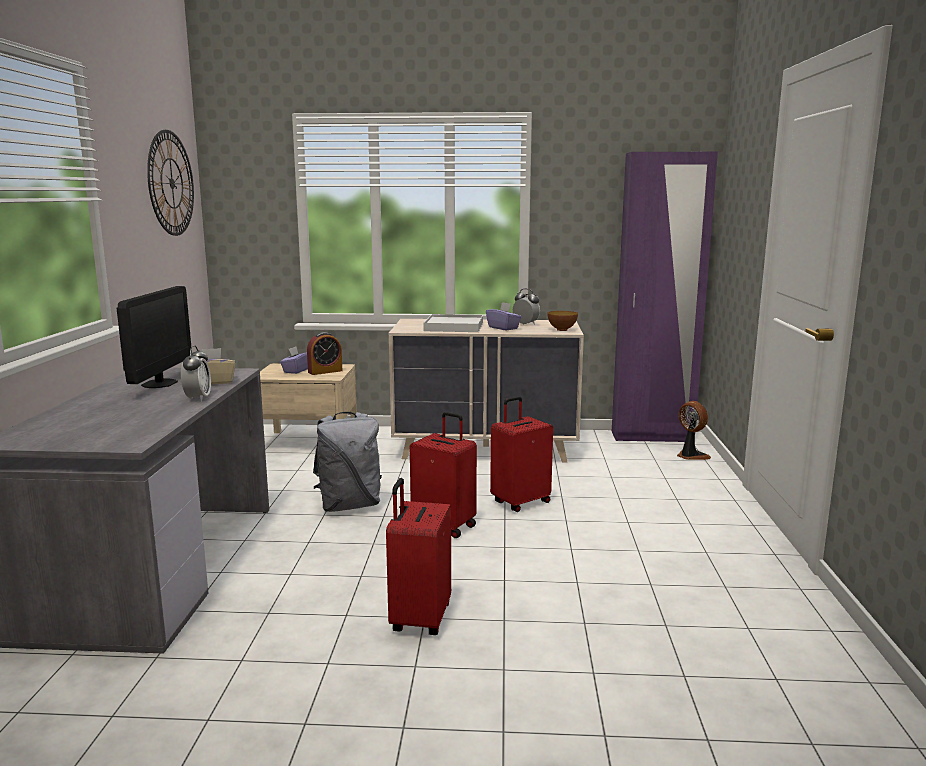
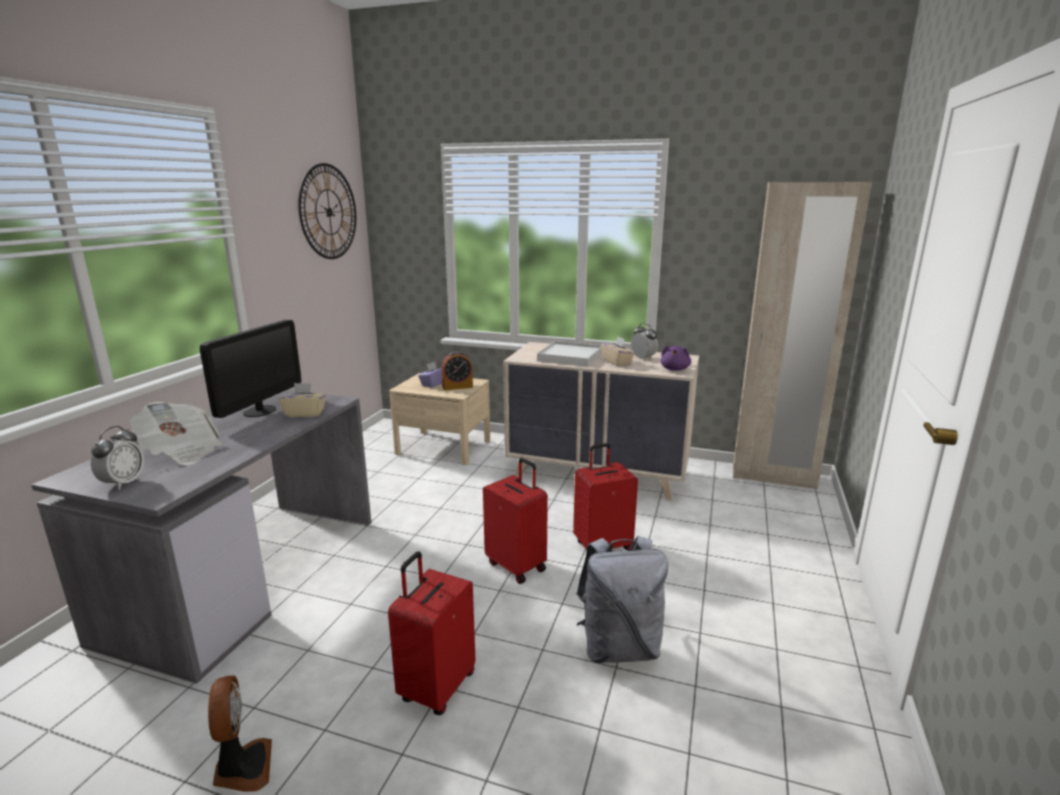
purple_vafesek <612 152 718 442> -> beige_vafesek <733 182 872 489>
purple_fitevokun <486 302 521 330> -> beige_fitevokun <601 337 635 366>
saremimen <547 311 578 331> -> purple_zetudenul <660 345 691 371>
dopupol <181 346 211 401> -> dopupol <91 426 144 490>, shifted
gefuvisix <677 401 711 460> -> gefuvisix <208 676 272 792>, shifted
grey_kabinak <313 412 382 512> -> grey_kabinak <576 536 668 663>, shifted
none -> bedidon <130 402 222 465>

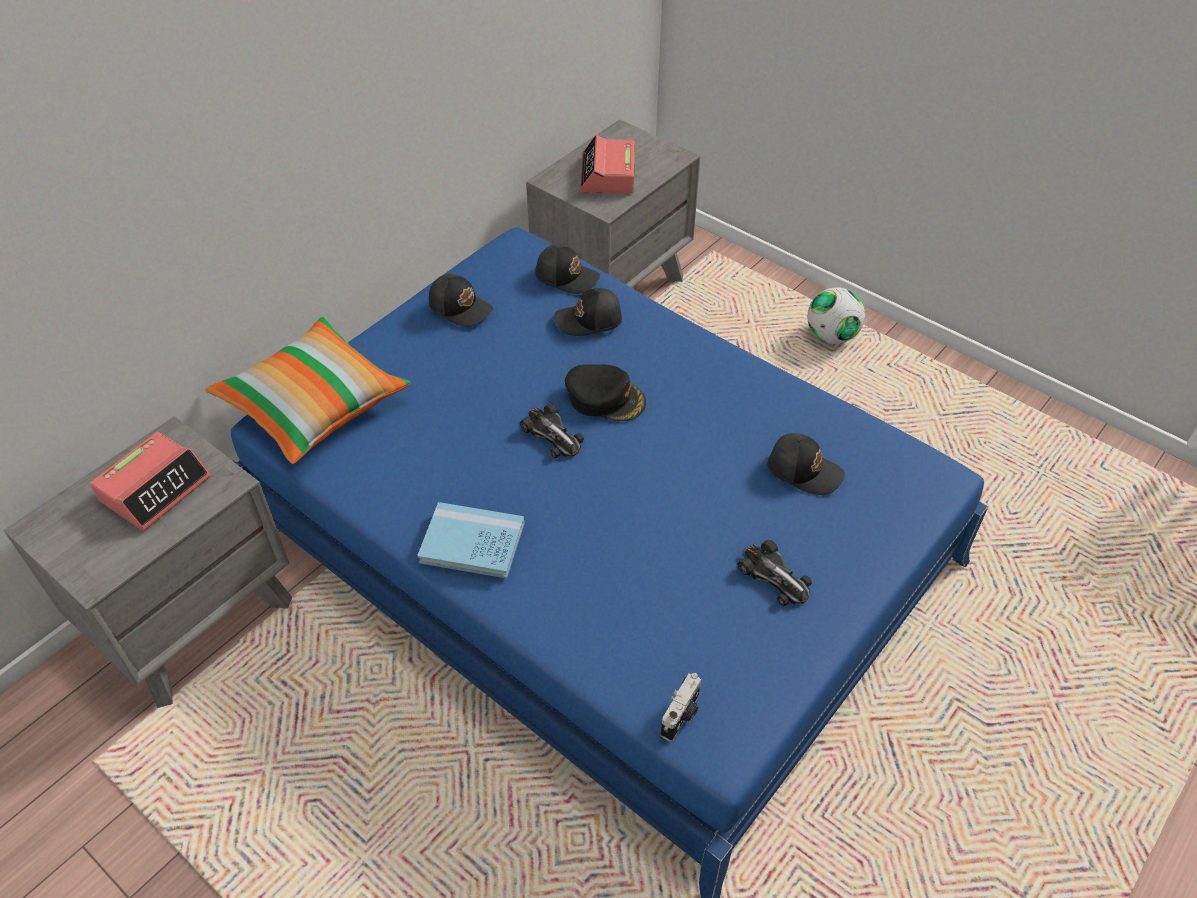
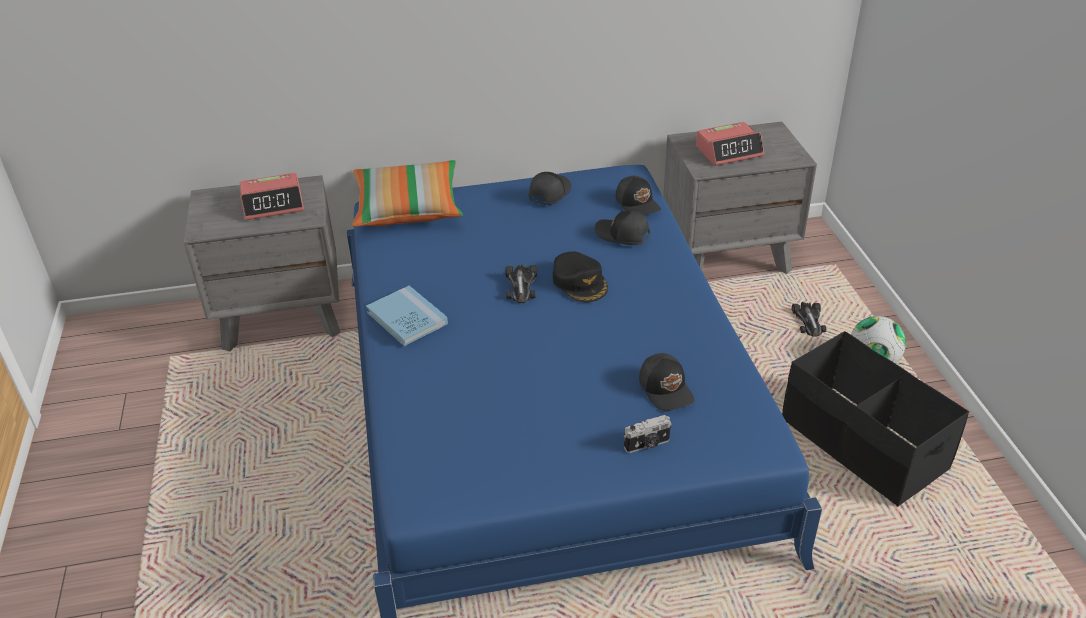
dopupol <580 135 635 193> -> dopupol <696 122 764 166>, 150 degrees counterclockwise
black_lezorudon <429 274 493 327> -> black_lezorudon <529 172 571 205>, 135 degrees counterclockwise
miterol <737 540 812 606> -> miterol <792 302 826 337>, shifted
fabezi <661 673 701 741> -> fabezi <624 415 672 453>, shifted
none -> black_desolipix <782 331 969 507>

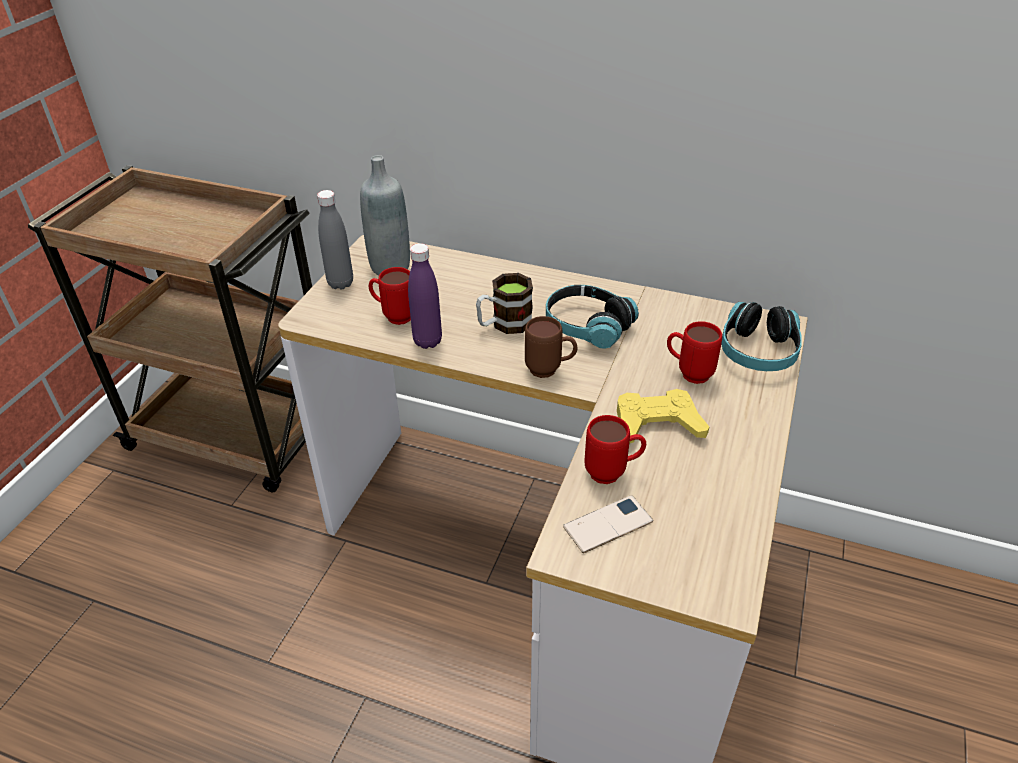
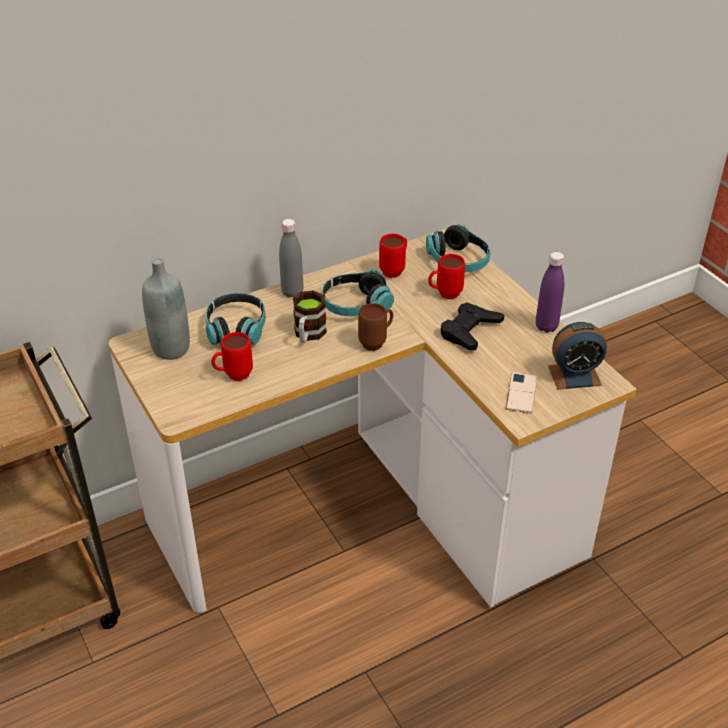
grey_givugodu <317 190 353 290> -> grey_givugodu <279 219 304 298>, shifted
purple_givugodu <408 243 442 349> -> purple_givugodu <536 252 564 333>, shifted
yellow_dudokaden <617 389 709 444> -> black_dudokaden <441 302 504 350>
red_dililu <585 415 646 484> -> red_dililu <379 234 407 278>, shifted
none -> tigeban <206 293 265 345>
none -> dopupol <548 322 607 390>

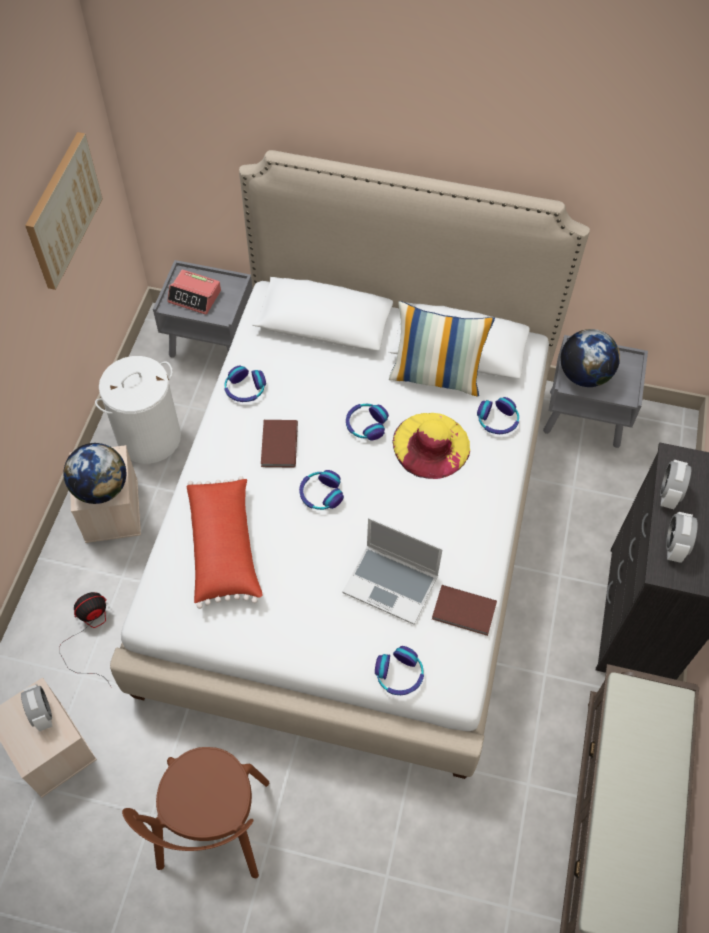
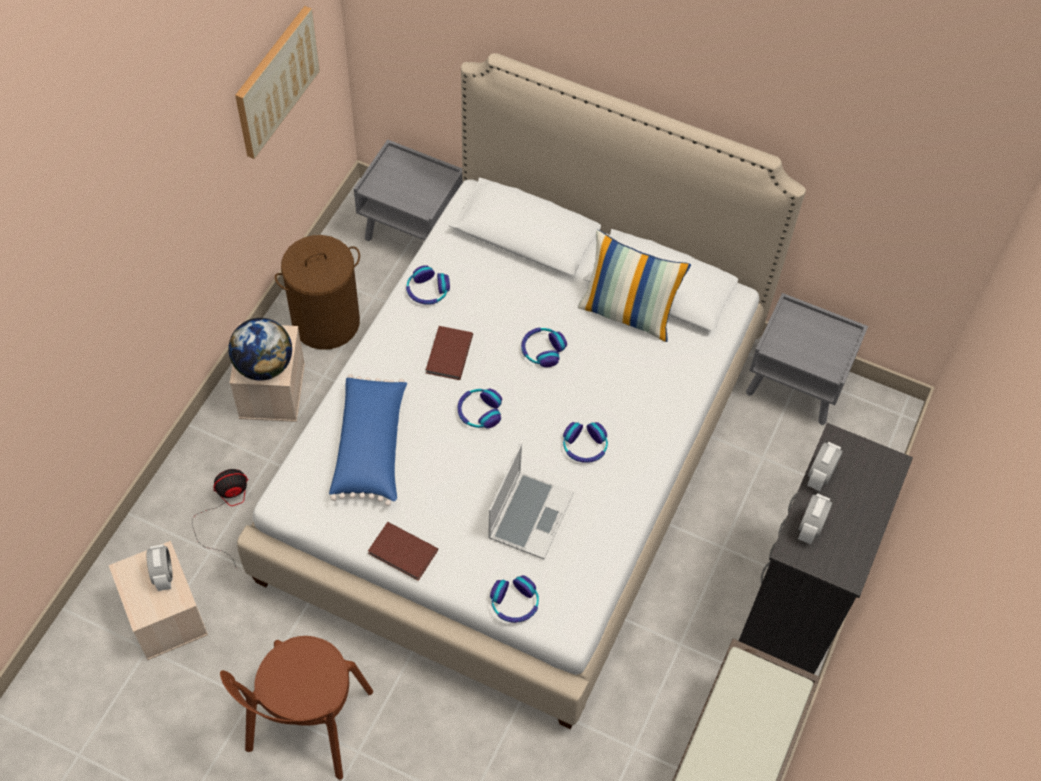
dopupol <167 270 221 315> -> none
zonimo <561 329 620 387> -> none
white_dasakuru <95 356 181 464> -> brown_dasakuru <275 235 360 350>
tigeban <477 397 519 434> -> tigeban <563 422 608 463>, shifted
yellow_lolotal <392 413 470 479> -> none
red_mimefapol <187 476 263 609> -> blue_mimefapol <329 374 407 506>
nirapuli <342 518 443 625> -> nirapuli <488 443 574 559>, 105 degrees counterclockwise
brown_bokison <432 585 497 636> -> brown_bokison <368 522 438 581>, shifted

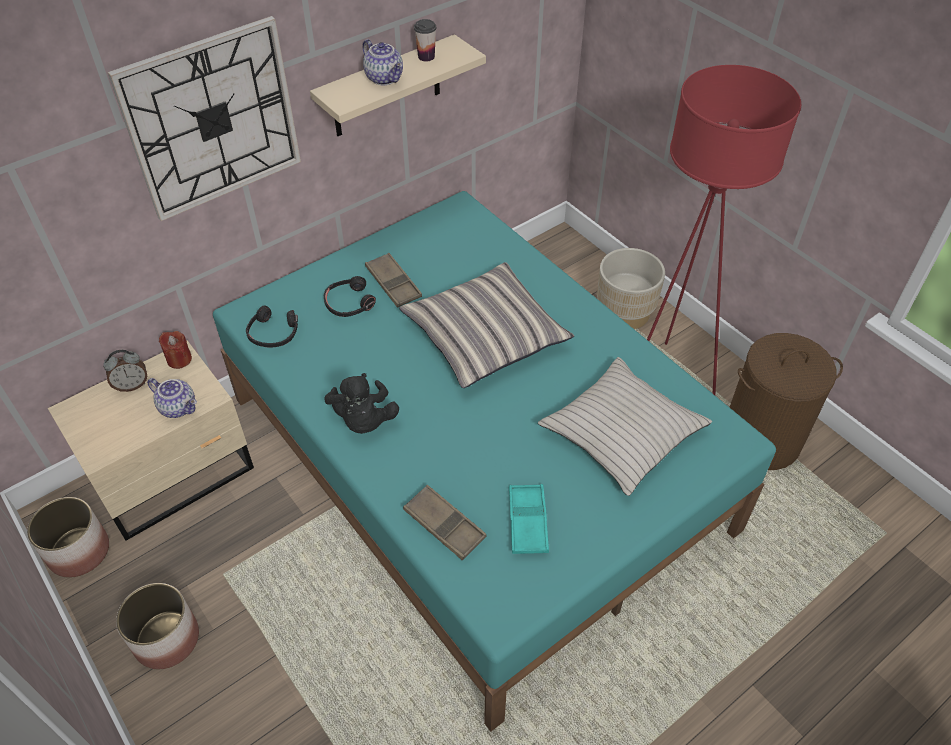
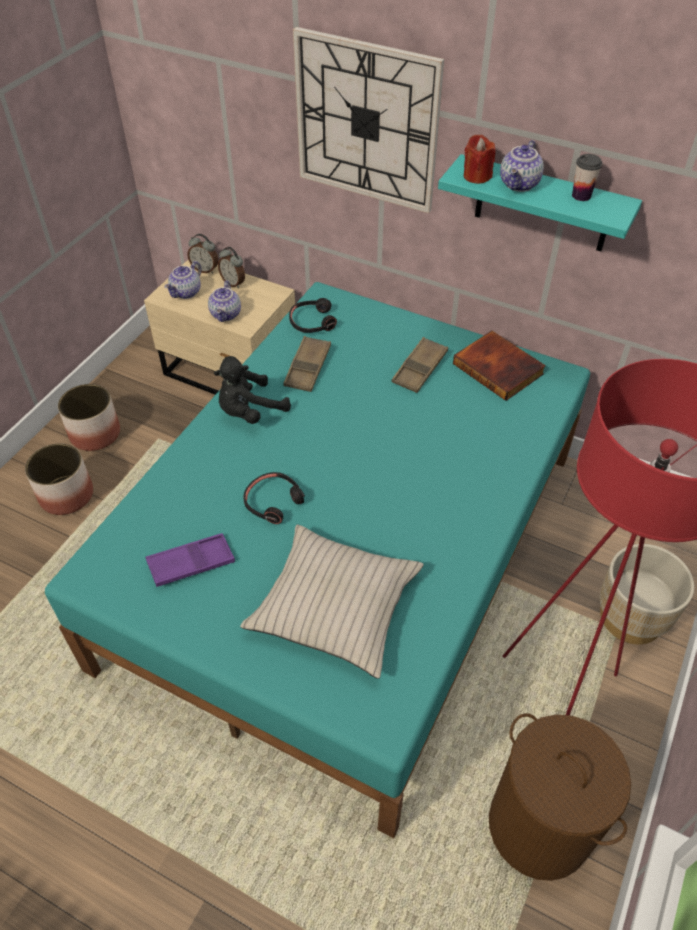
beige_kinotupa <310 34 486 136> -> turquoise_kinotupa <438 154 642 251>
mimefapol <399 262 574 388> -> none
black_tigeban <324 276 376 317> -> black_tigeban <243 472 305 524>, shifted
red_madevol <159 331 192 369> -> red_madevol <464 135 496 184>, shifted
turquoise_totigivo <509 484 549 554> -> purple_totigivo <146 533 235 587>
brown_totigivo <403 485 486 561> -> brown_totigivo <283 336 331 392>, shifted
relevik <27 497 109 578> -> relevik <25 443 93 515>, shifted
none -> dopupol <187 234 218 274>
none -> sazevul <165 261 201 299>
none -> bokison <453 331 546 401>

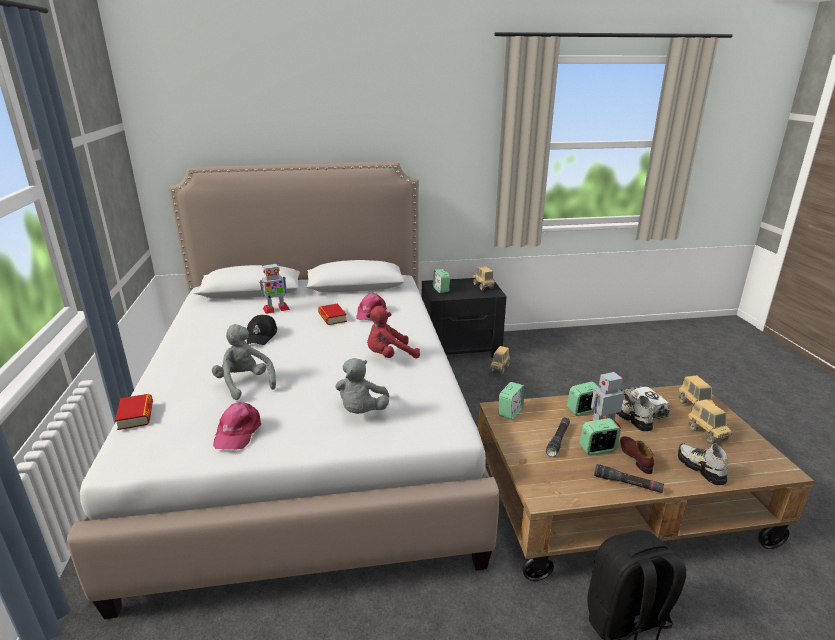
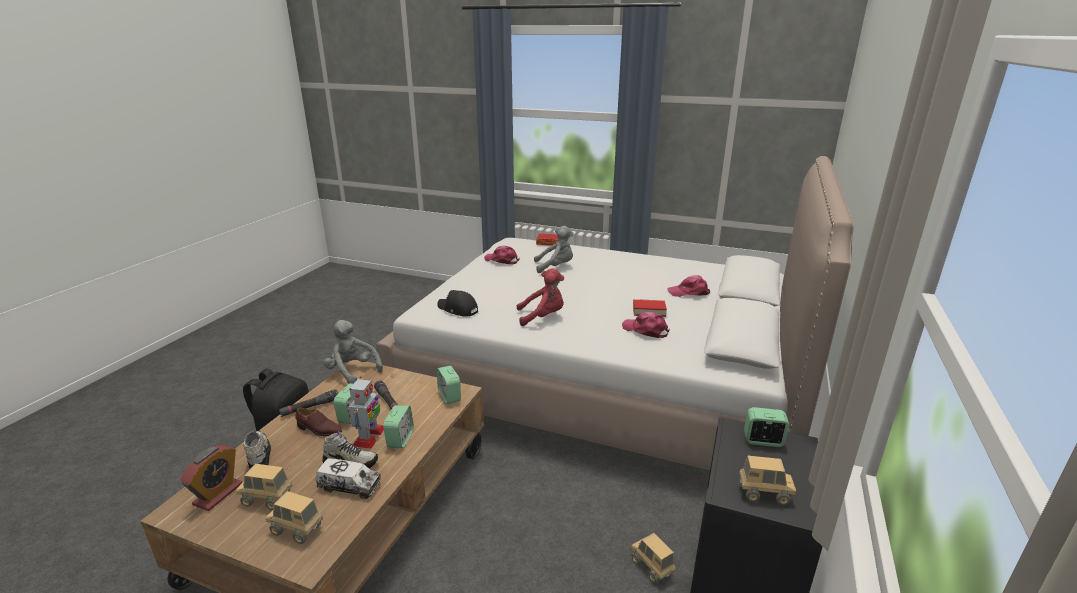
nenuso <259 263 290 314> -> pink_lezorudon <667 275 710 297>
red_zetudenul <366 306 420 359> -> red_zetudenul <517 268 564 326>, 75 degrees clockwise
black_lezorudon <247 315 277 345> -> black_lezorudon <437 290 478 317>, shifted
grey_zetudenul <335 358 389 414> -> grey_zetudenul <324 320 383 384>, shifted
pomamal <678 443 728 485> -> pomamal <243 430 271 470>, 120 degrees counterclockwise
none -> dopupol <180 445 242 511>

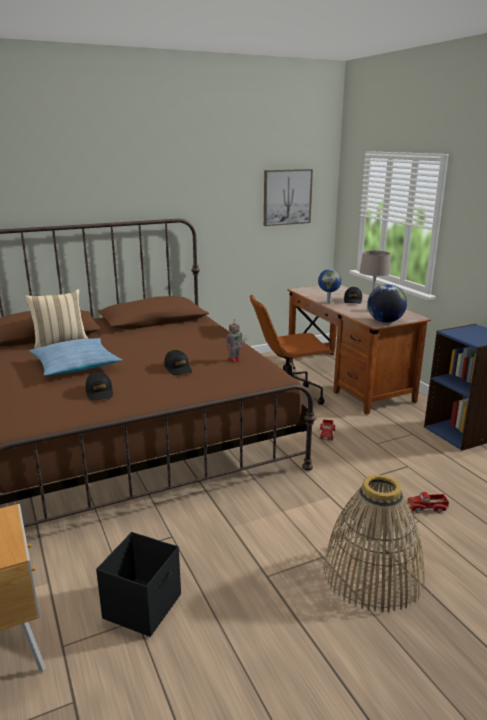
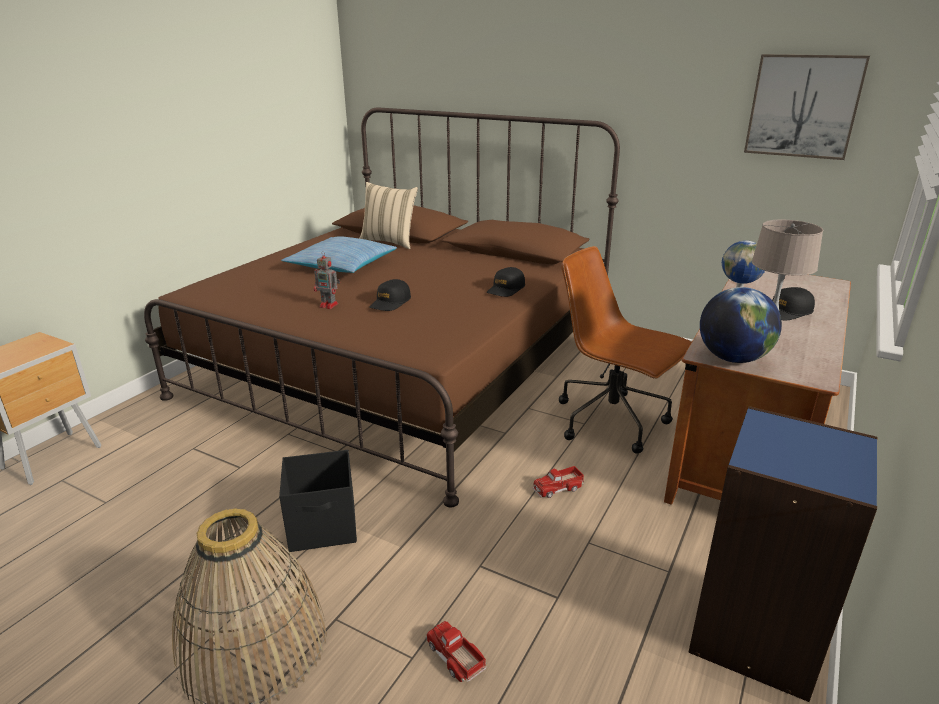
nenuso <226 320 244 363> -> nenuso <314 251 340 309>, shifted
black_lezorudon <85 372 113 400> -> black_lezorudon <487 267 525 297>, shifted
black_desolipix <96 532 181 637> -> black_desolipix <279 450 357 552>, shifted

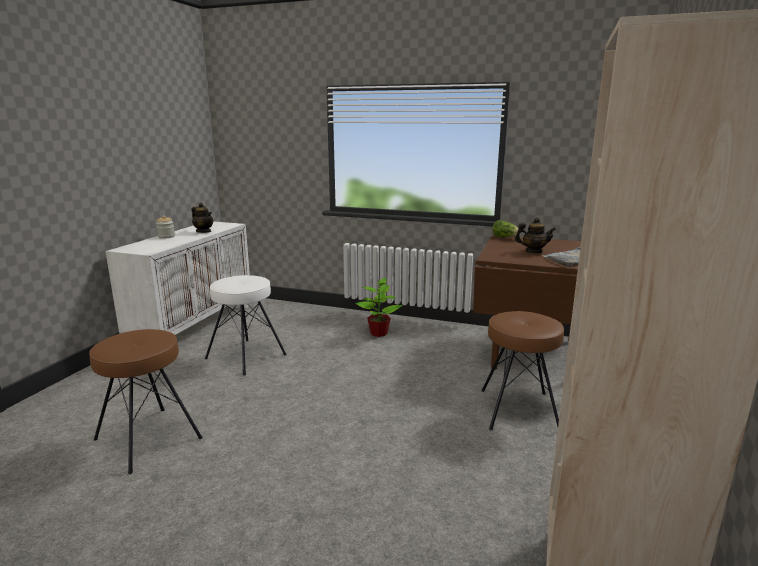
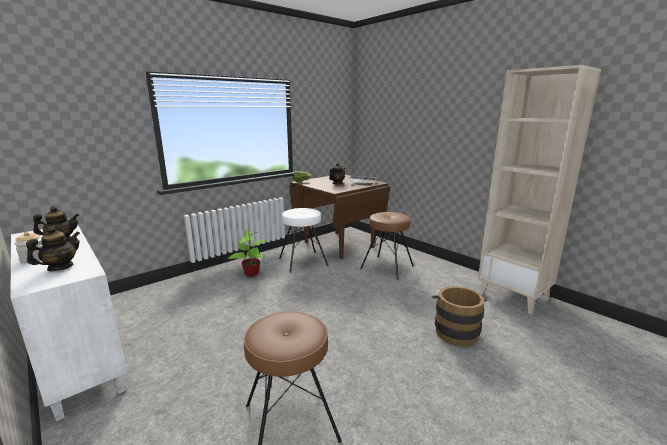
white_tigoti <205 275 287 375> -> white_tigoti <279 208 328 273>, shifted
none -> sazevul <26 226 80 271>
none -> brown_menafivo <432 286 487 346>

